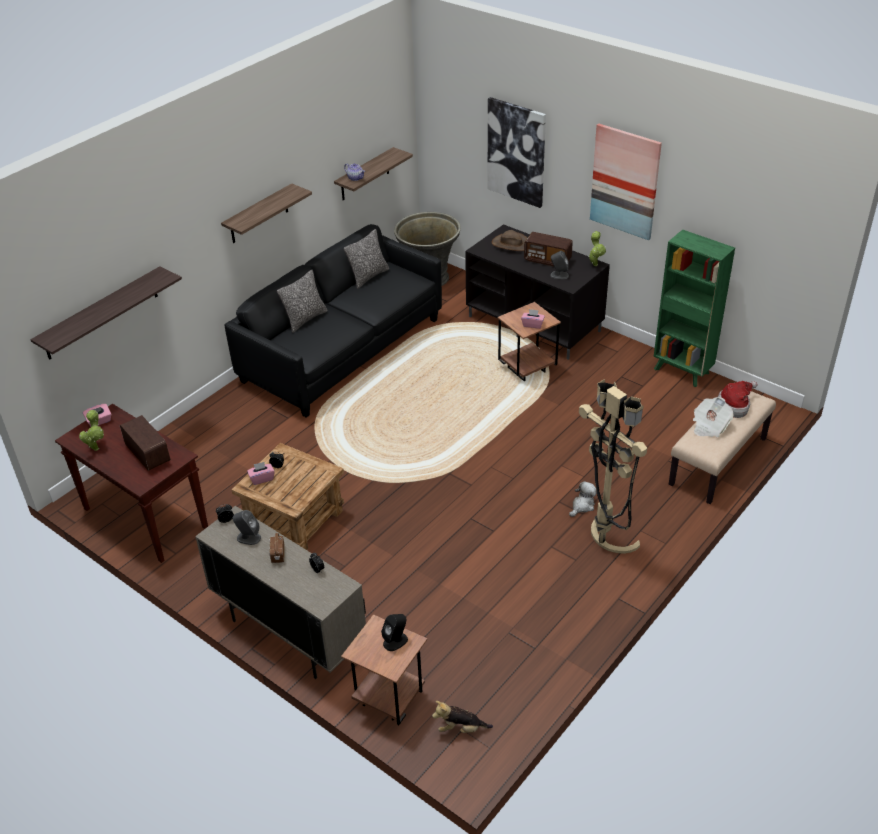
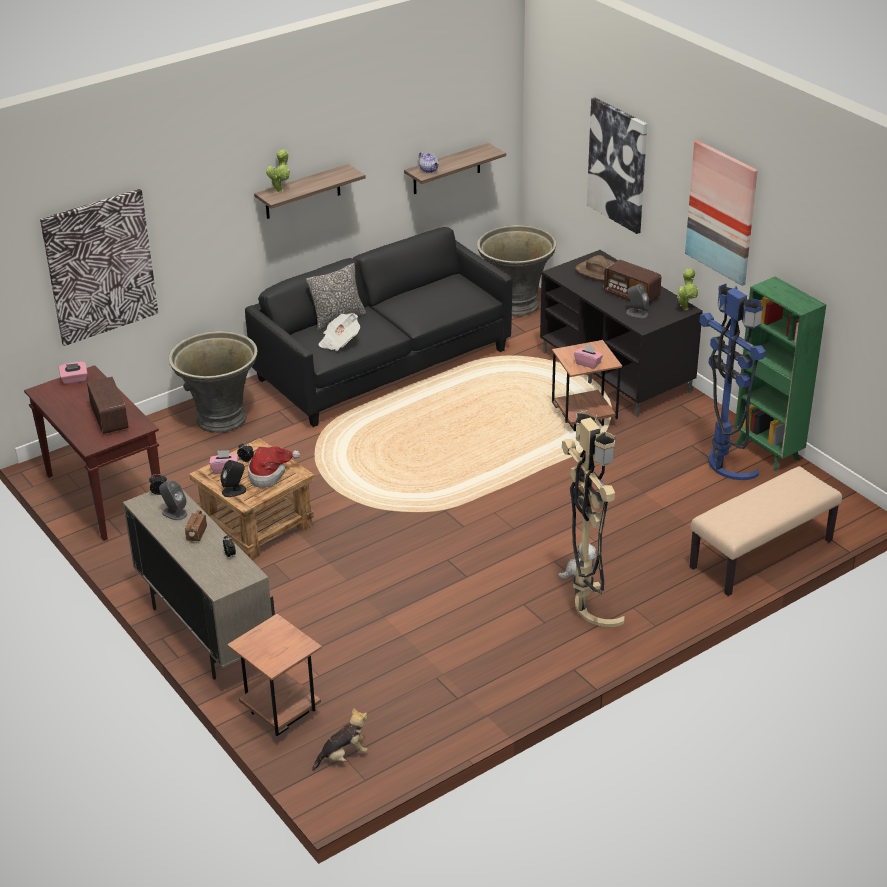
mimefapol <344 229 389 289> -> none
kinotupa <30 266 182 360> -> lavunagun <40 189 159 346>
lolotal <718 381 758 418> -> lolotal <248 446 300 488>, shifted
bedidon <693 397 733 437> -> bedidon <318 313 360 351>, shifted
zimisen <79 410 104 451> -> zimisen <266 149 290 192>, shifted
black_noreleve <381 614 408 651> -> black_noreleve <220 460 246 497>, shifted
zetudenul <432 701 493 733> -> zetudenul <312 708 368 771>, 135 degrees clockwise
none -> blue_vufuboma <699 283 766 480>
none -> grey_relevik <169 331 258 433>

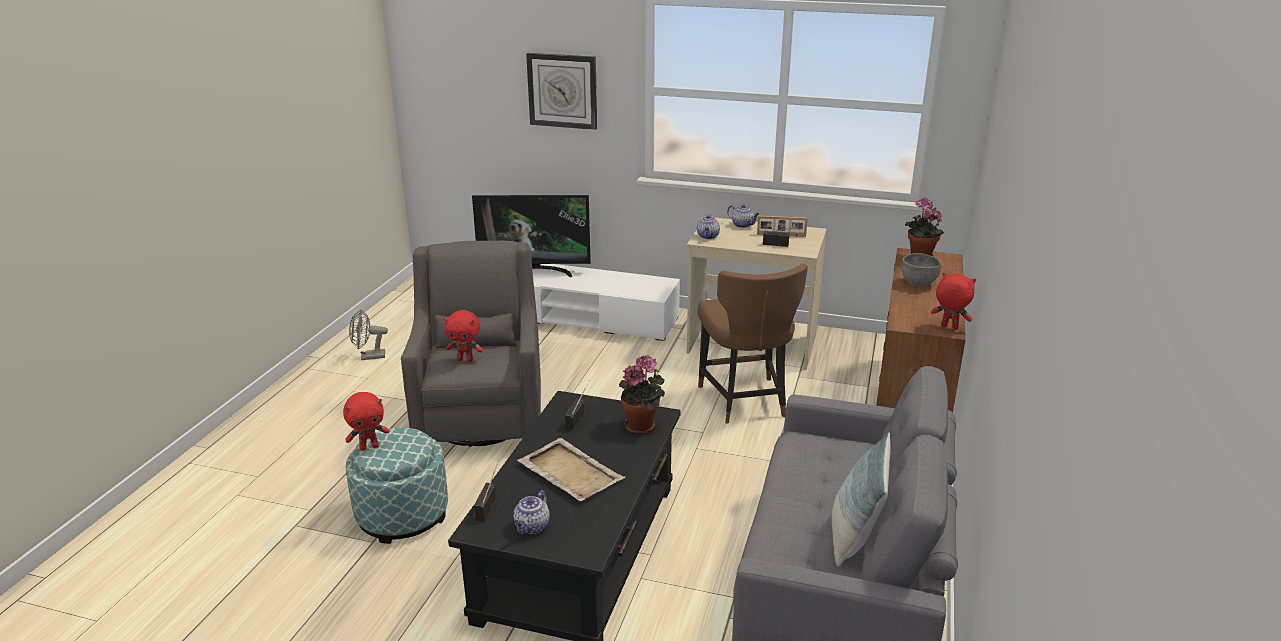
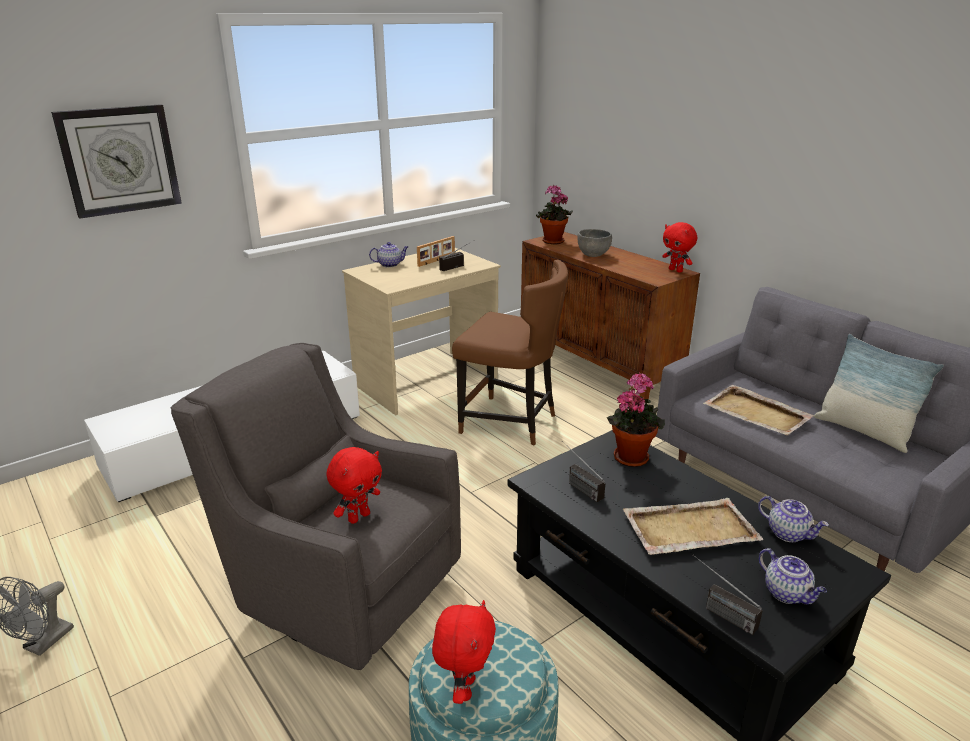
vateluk <472 195 591 277> -> none
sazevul <697 214 720 239> -> sazevul <758 496 829 542>, shifted
red_zetudenul <931 273 976 329> -> red_zetudenul <662 222 697 273>, 105 degrees counterclockwise
none -> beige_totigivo <703 385 814 436>

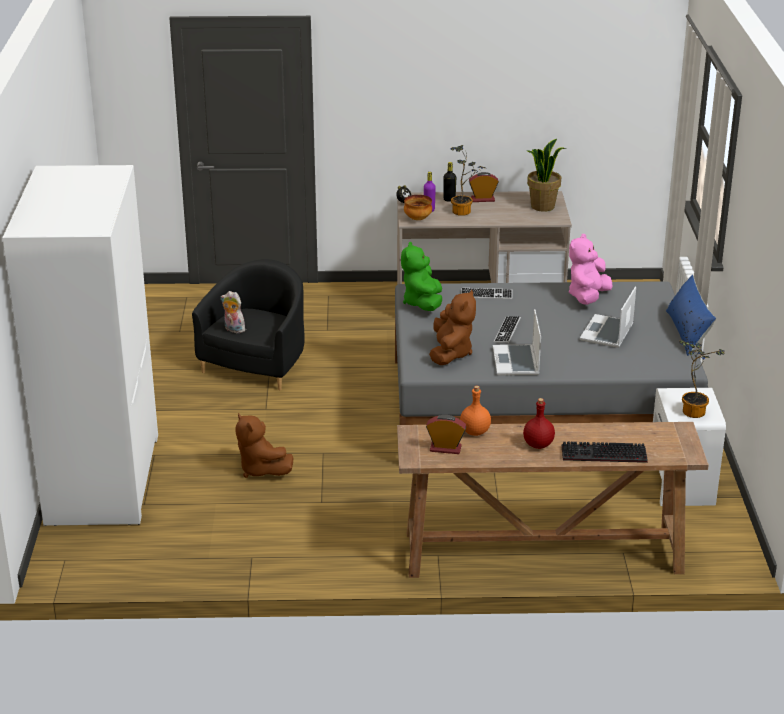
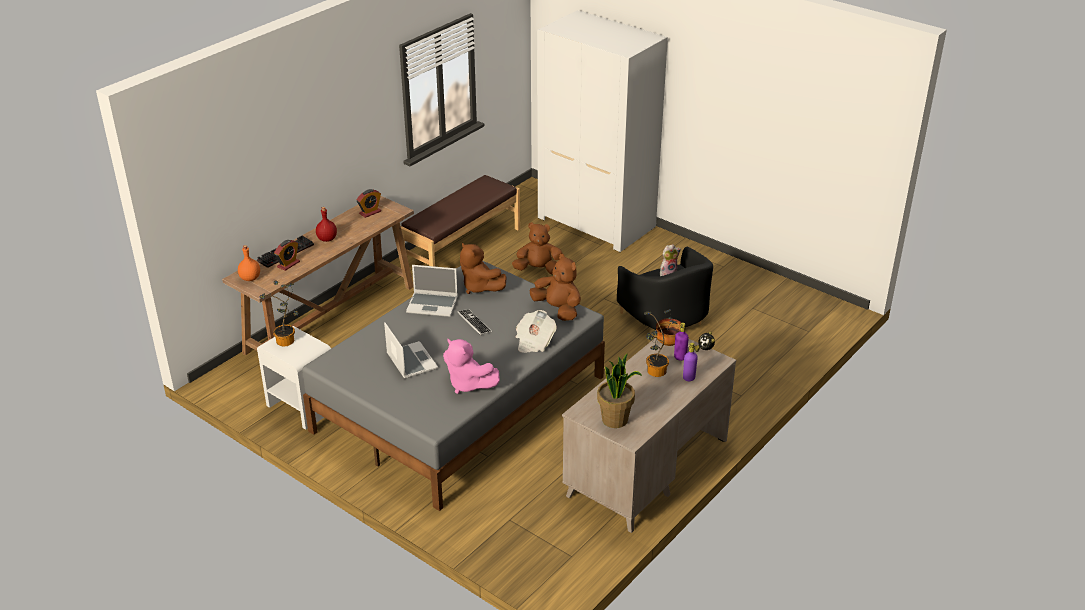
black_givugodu <443 162 456 202> -> purple_givugodu <683 343 698 381>
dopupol <469 172 499 202> -> dopupol <274 240 300 271>, shifted
pink_zetudenul <569 234 613 305> -> pink_zetudenul <443 339 500 394>, 150 degrees clockwise
green_zetudenul <401 242 442 311> -> brown_zetudenul <530 254 581 321>
blue_mimefapol <666 275 716 356> -> none
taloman <461 288 513 299> -> bedidon <516 310 557 353>
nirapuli <493 309 541 375> -> nirapuli <406 265 458 317>, 150 degrees clockwise
orange_givugodu <460 386 491 436> -> orange_givugodu <238 245 260 281>, shifted
none -> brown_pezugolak <401 175 520 267>

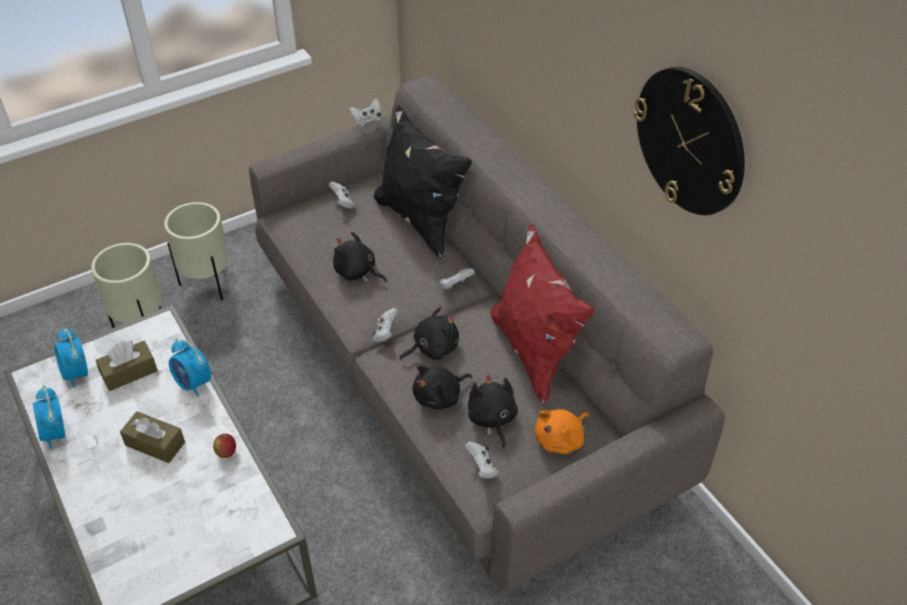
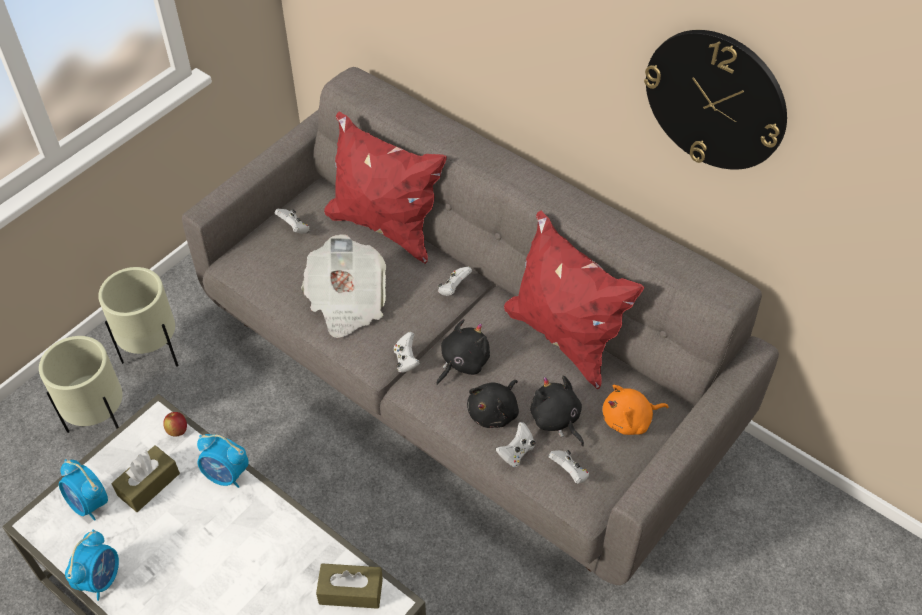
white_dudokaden <349 98 382 127> -> white_dudokaden <496 422 535 467>, shifted
black_mimefapol <374 105 472 259> -> red_mimefapol <324 111 447 264>
black_zetudenul <333 232 387 282> -> bedidon <301 234 386 338>
dopupol <33 386 65 449> -> dopupol <65 529 119 601>, 120 degrees counterclockwise
orange_zetudenul <535 409 589 454> -> orange_zetudenul <603 385 669 435>, 45 degrees clockwise
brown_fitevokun <120 411 185 463> -> brown_fitevokun <316 563 383 609>, shifted
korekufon <213 434 236 458> -> korekufon <163 412 187 437>, shifted

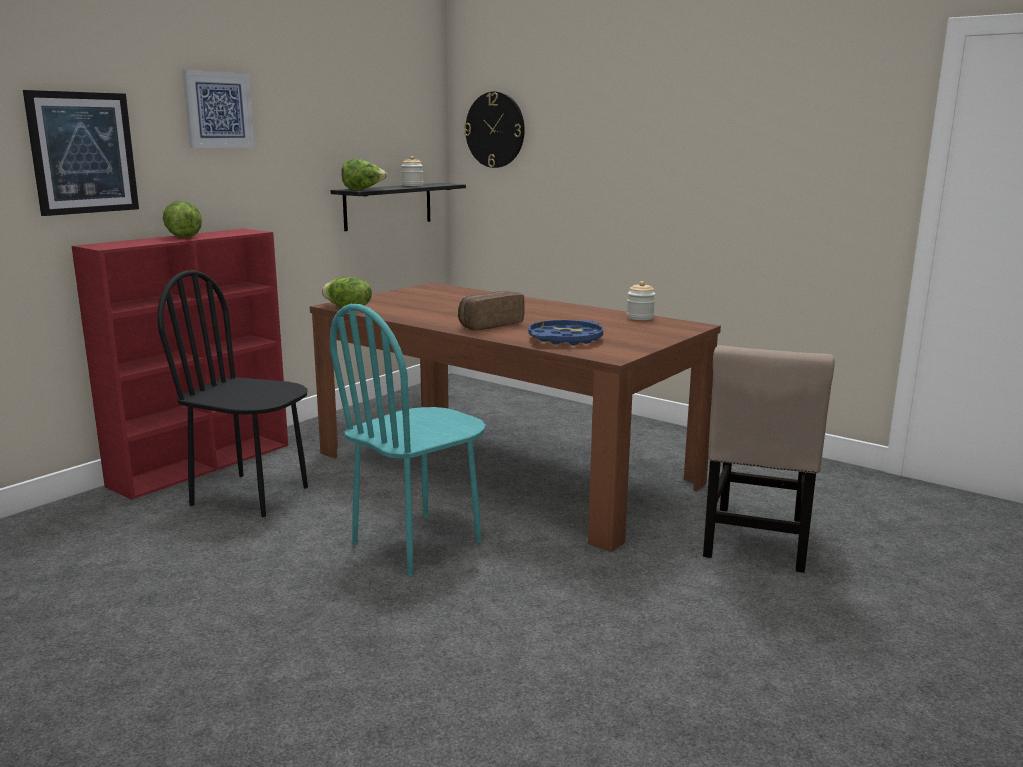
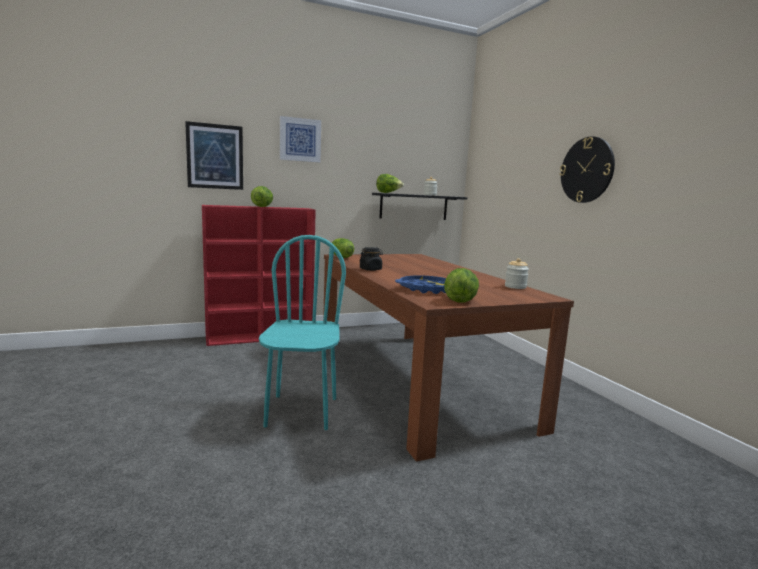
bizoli <464 92 525 168> -> bizoli <560 136 615 203>, shifted
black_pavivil <157 270 308 517> -> none
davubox <458 291 525 330> -> none
turquoise_pavivil <330 304 486 576> -> turquoise_pavivil <259 235 346 430>, 105 degrees clockwise
beige_pavivil <703 345 835 573> -> none
none -> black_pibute <360 247 383 271>
none -> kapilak <444 268 479 302>

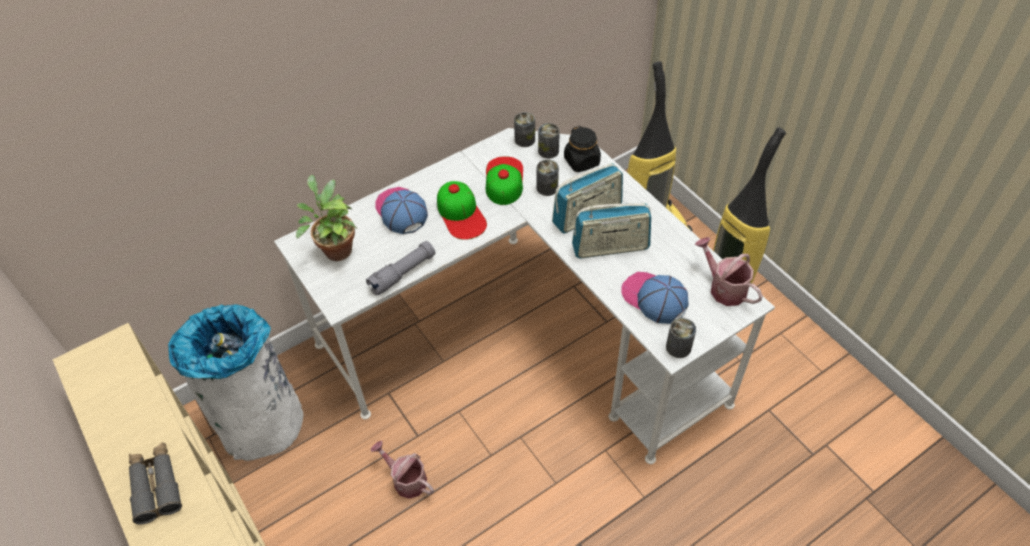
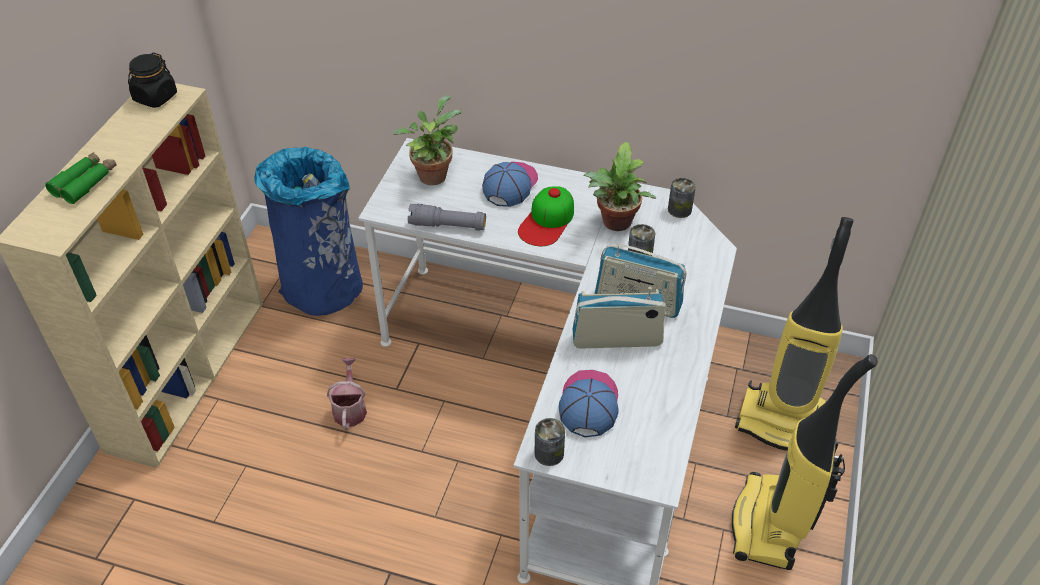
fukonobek <538 123 560 159> -> none
black_pibute <564 126 601 172> -> black_pibute <128 53 177 108>, shifted
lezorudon <486 156 523 205> -> zimisen <584 142 656 231>
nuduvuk <572 203 651 258> -> nuduvuk <572 287 666 349>, 135 degrees clockwise
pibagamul <695 237 763 306> -> none
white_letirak <168 304 303 461> -> blue_letirak <254 147 363 316>
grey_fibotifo <129 442 182 524> -> green_fibotifo <45 152 116 204>

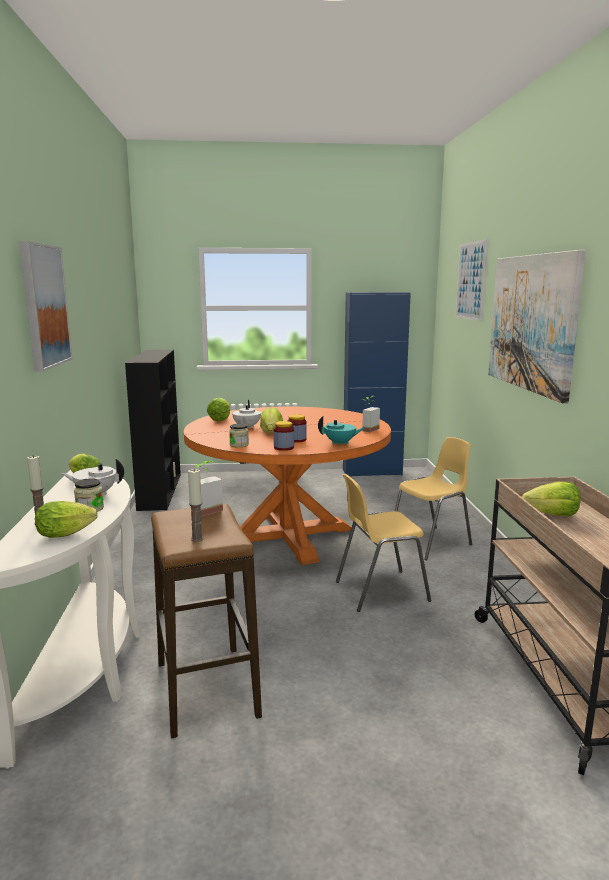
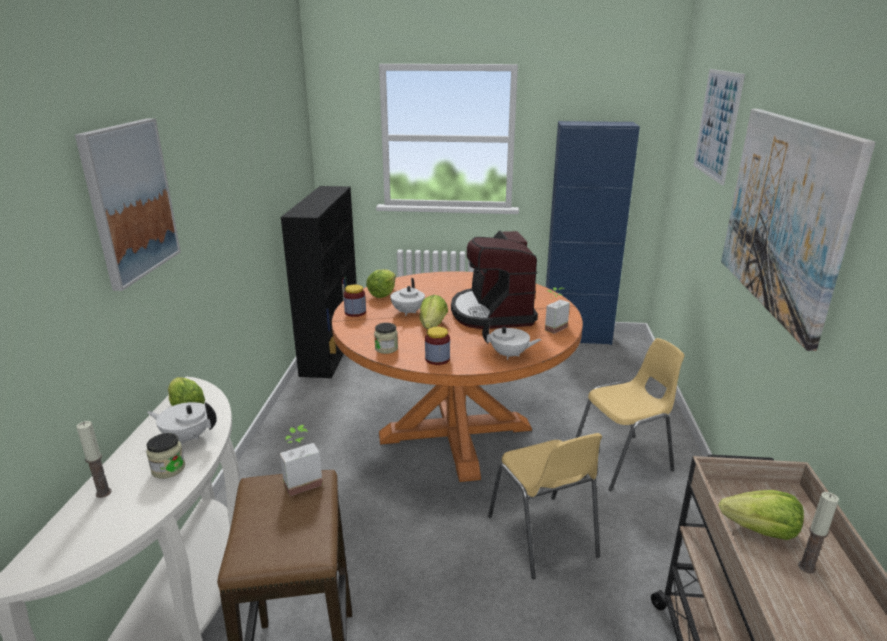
pibute <288 414 307 442> -> pibute <344 284 366 317>, shifted
turquoise_sazevul <318 416 365 446> -> white_sazevul <482 321 542 360>
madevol <188 469 204 542> -> madevol <798 492 839 574>, shifted
yellow_pavivil <336 474 431 612> -> yellow_pavivil <488 433 602 579>, 105 degrees counterclockwise
kapilak <35 501 98 538> -> none
none -> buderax <451 231 538 329>

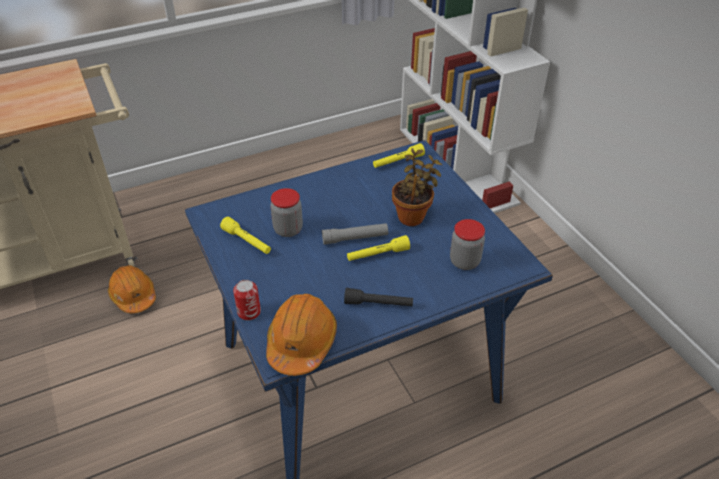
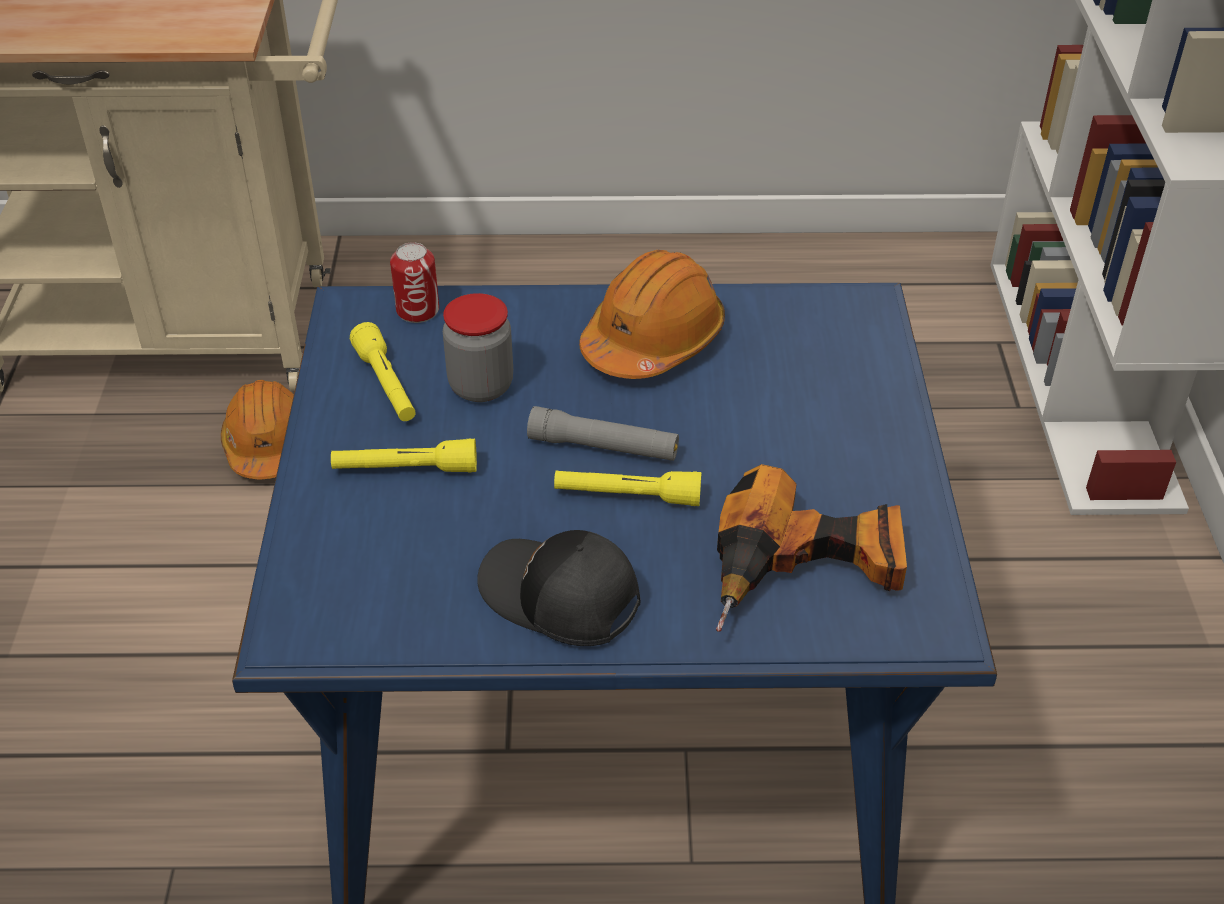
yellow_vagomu <373 143 425 168> -> yellow_vagomu <331 438 477 472>, shifted
zimisen <392 148 442 226> -> none
pibute <450 219 485 270> -> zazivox <716 464 907 632>
fukonobek <233 280 261 321> -> fukonobek <390 242 439 323>, shifted
black_vagomu <344 288 413 307> -> black_lezorudon <477 530 640 646>
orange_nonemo <266 294 337 376> -> orange_nonemo <579 250 725 379>, shifted

